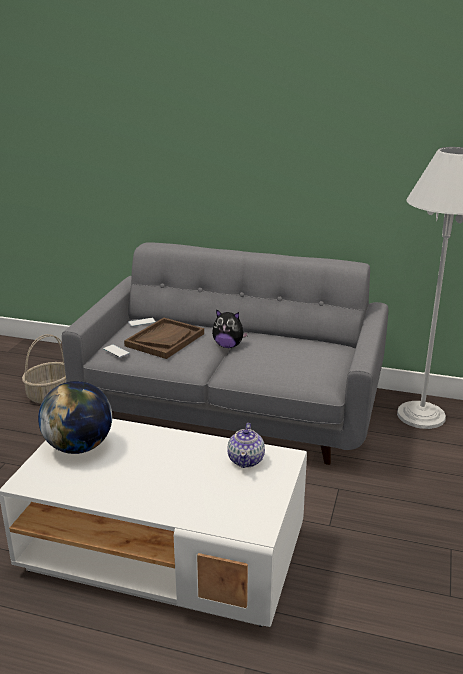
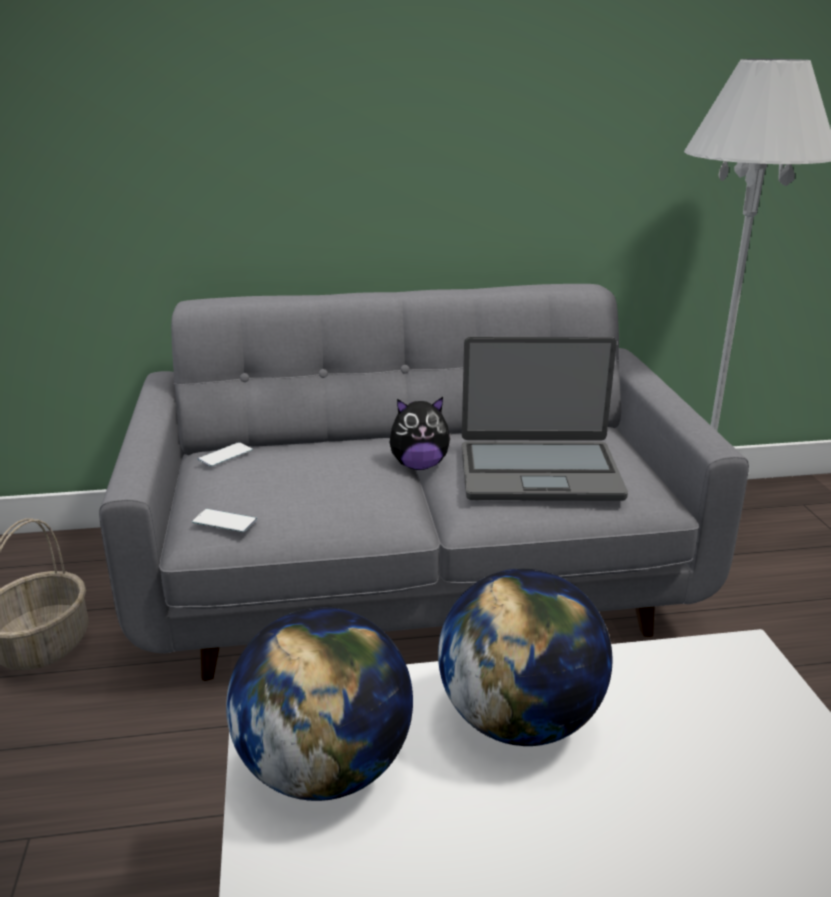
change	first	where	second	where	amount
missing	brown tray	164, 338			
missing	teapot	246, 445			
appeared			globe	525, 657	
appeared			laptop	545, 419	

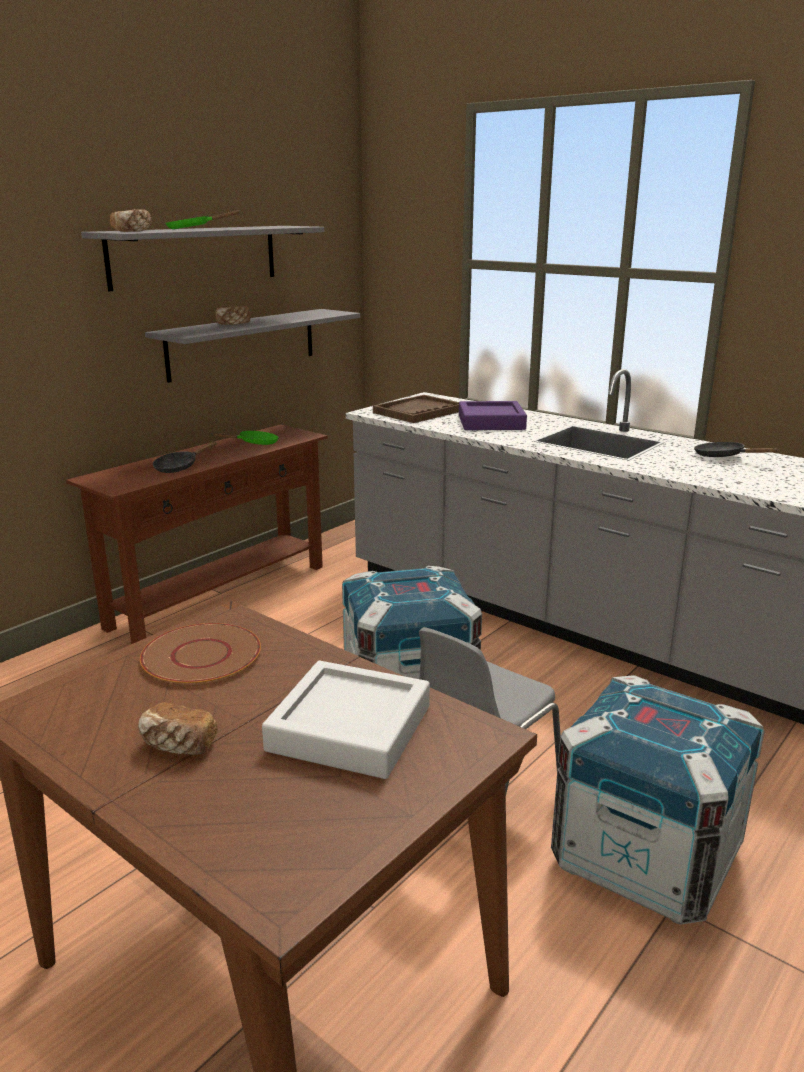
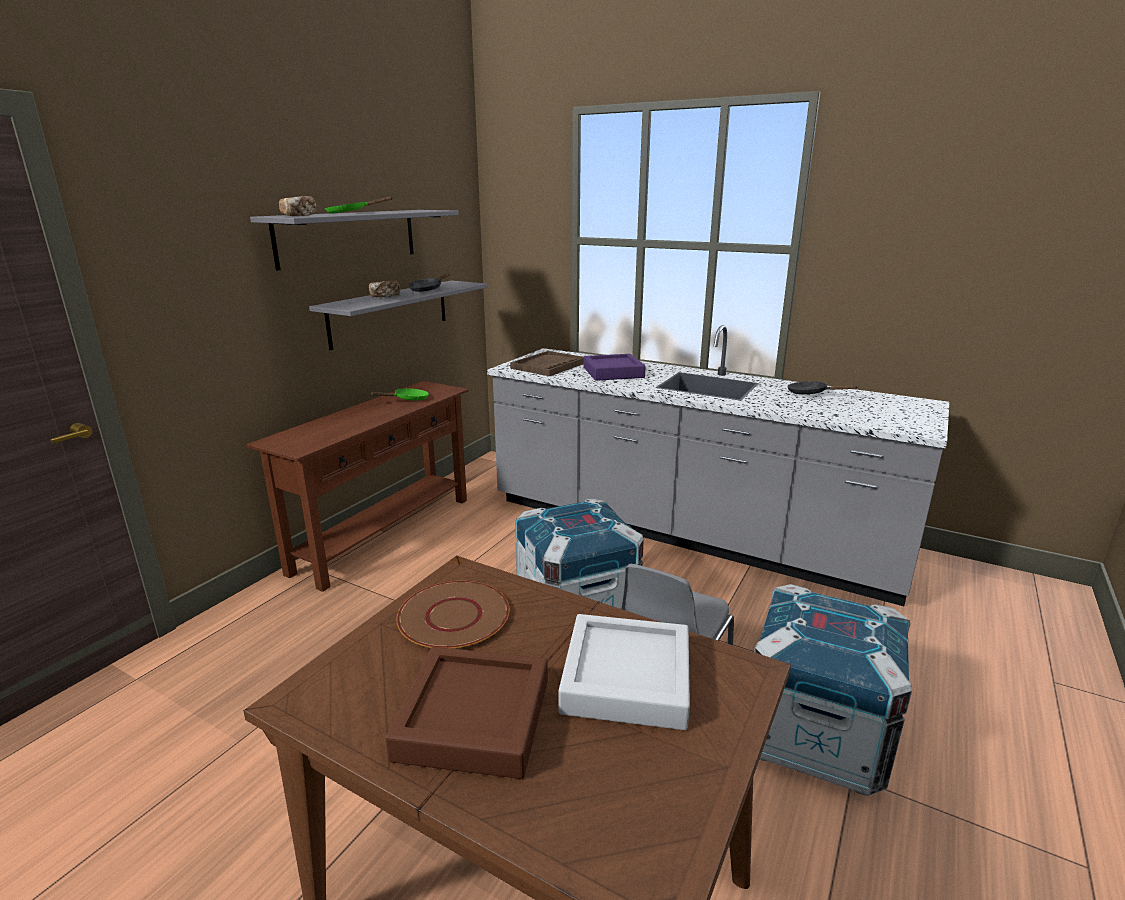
change	first	where	second	where	amount
exchanged	bread	177, 728	brown tray	466, 713	
relocated	black frying pan	185, 457		430, 282	

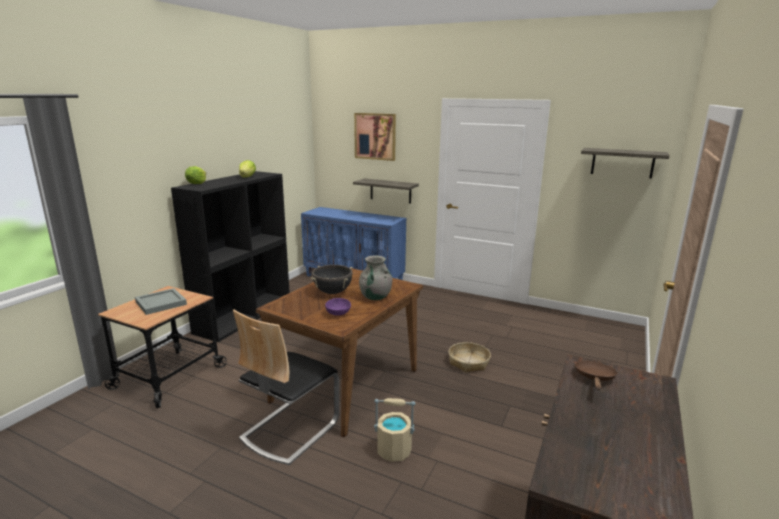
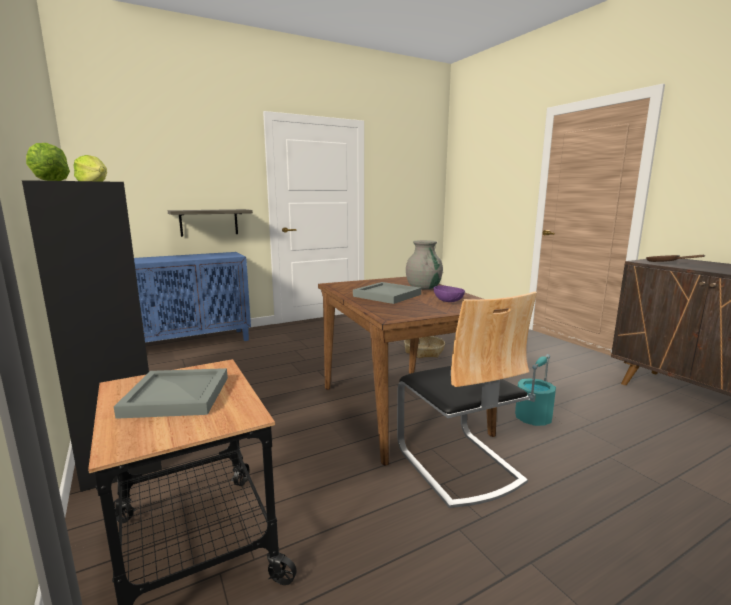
change	first	where	second	where	amount
exchanged	black cooking pot	332, 279	grey tray	387, 293	
missing	picture	375, 137			
colour	beige bucket	394, 430	turquoise bucket	535, 390	
missing	shelf	625, 163			

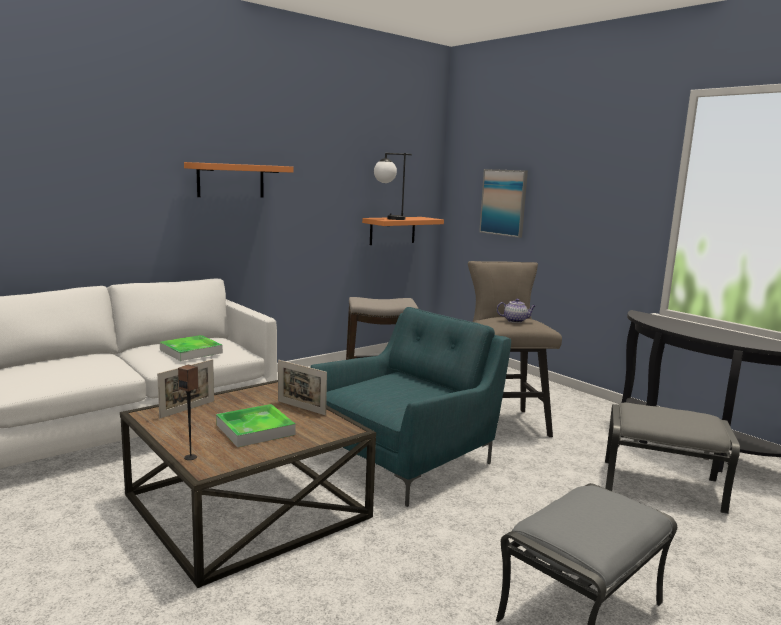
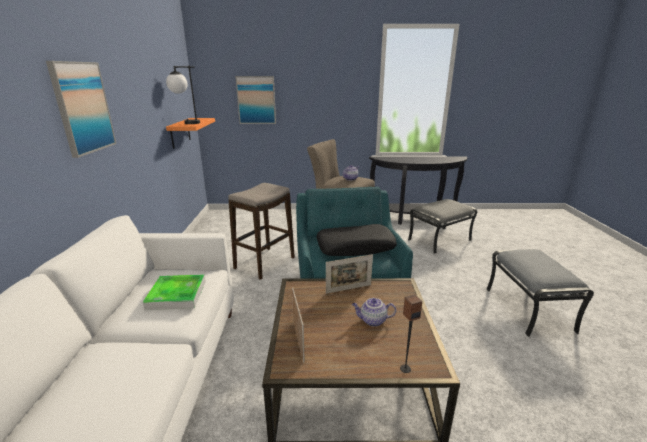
change	first	where	second	where	amount
exchanged	orange shelf	239, 180	picture	81, 109	
exchanged	tray	256, 425	teapot	374, 312	
appeared			black pillow	356, 240	

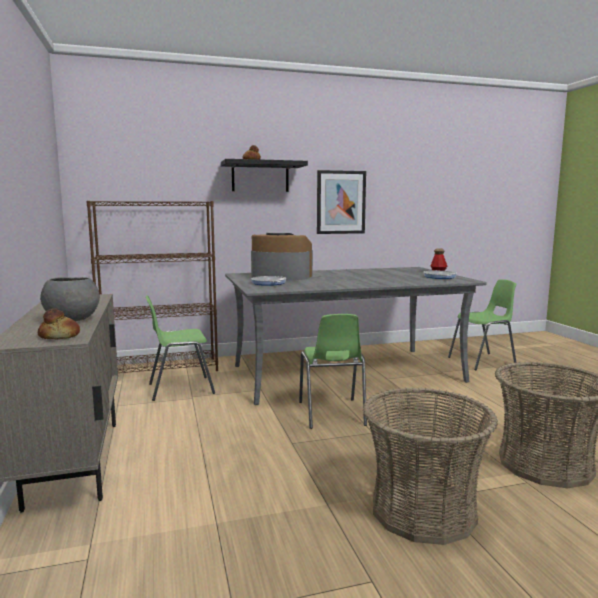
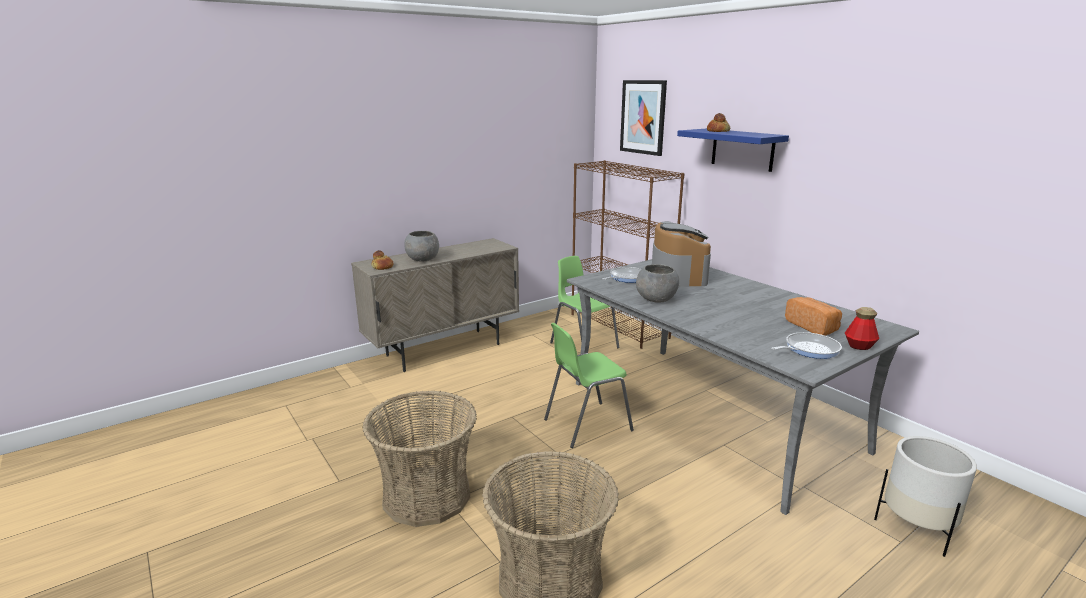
change	first	where	second	where	amount
colour	black shelf	264, 175	blue shelf	733, 150	
relocated	picture	341, 202		643, 118	
exchanged	green chair	482, 324	white planter	925, 496	
appeared			grey bowl	657, 283	
appeared			bread	813, 316	

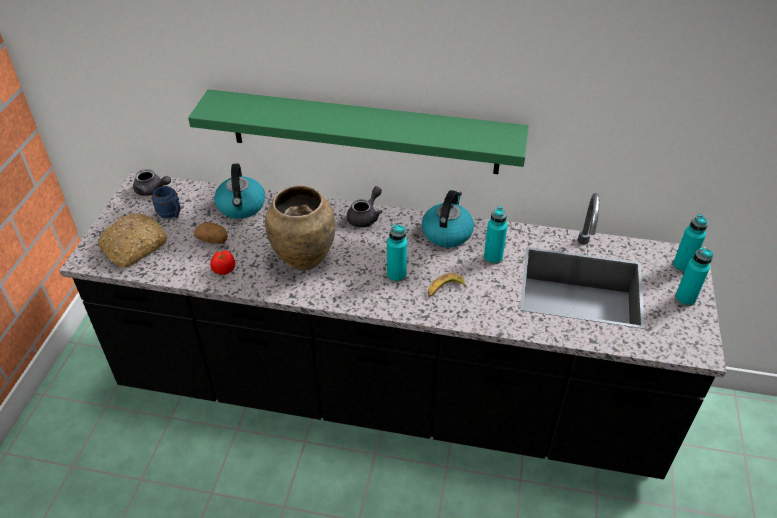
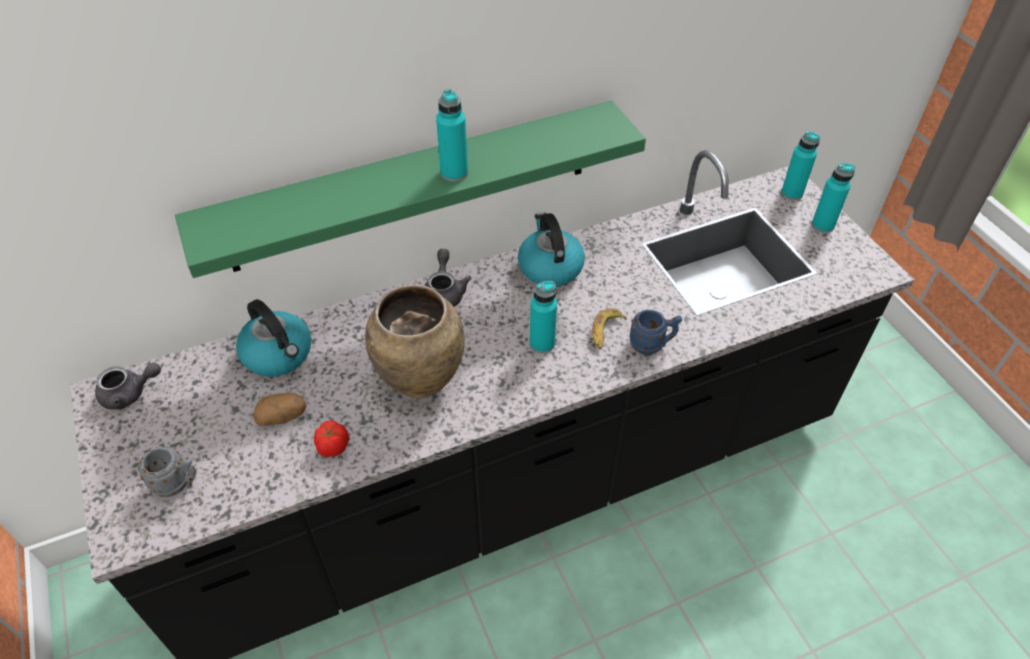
change	first	where	second	where	amount
exchanged	bread	132, 240	grey mug	167, 472	
relocated	blue mug	166, 202		656, 332	
relocated	turquoise bottle	496, 235		452, 135	

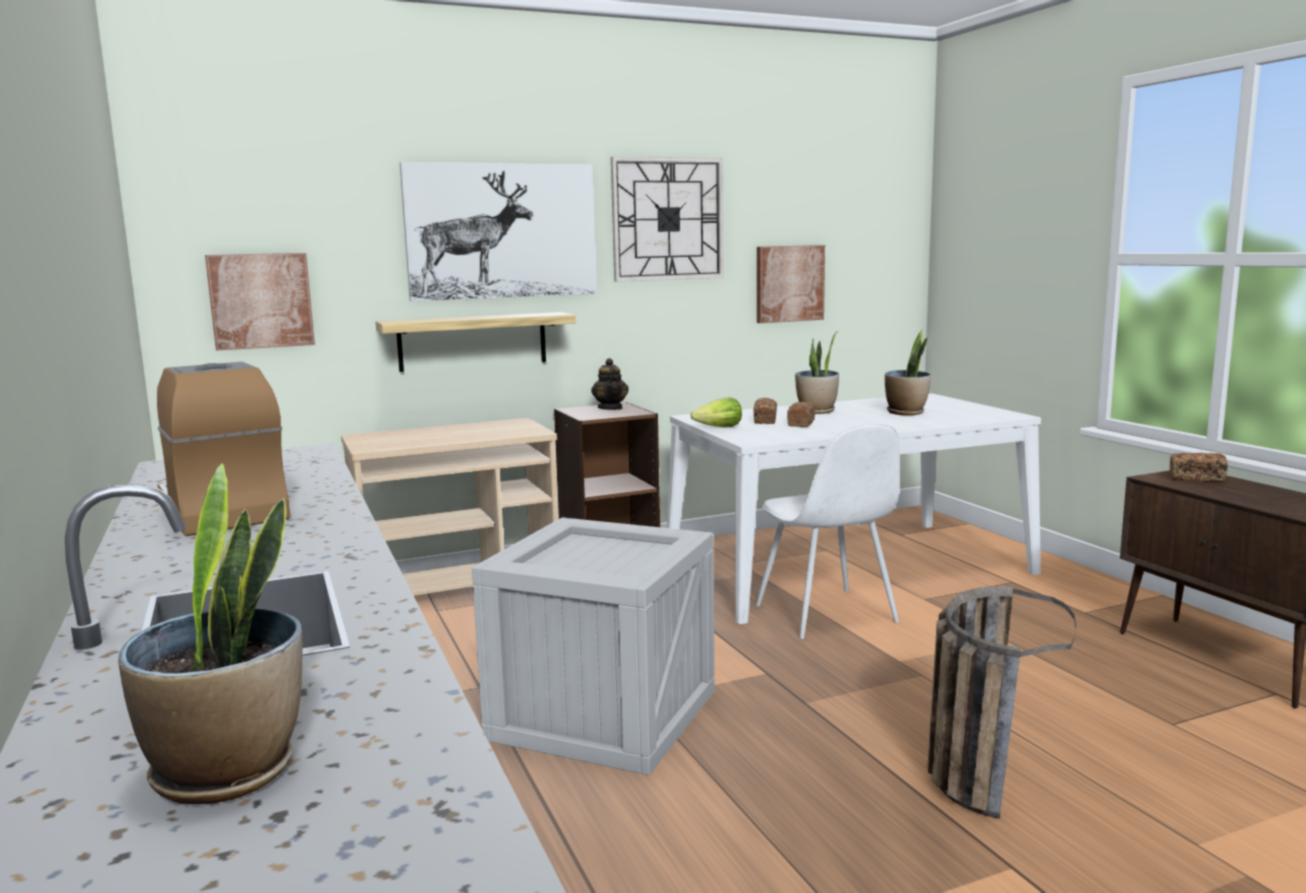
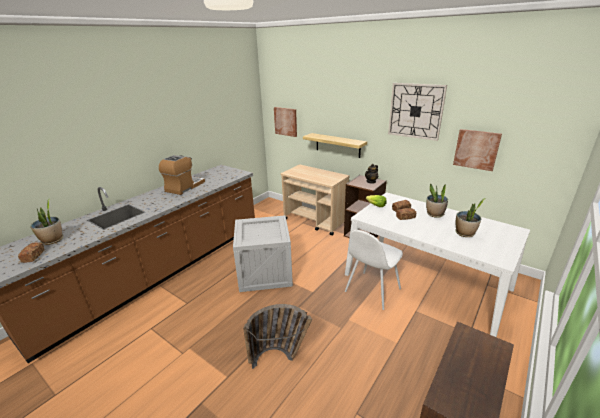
change	first	where	second	where	amount
missing	picture	498, 231			
relocated	bread	1198, 467		31, 252	

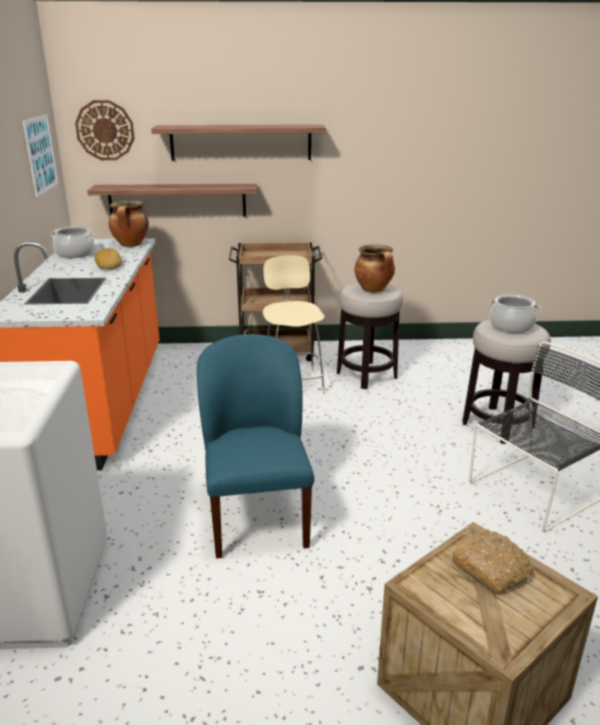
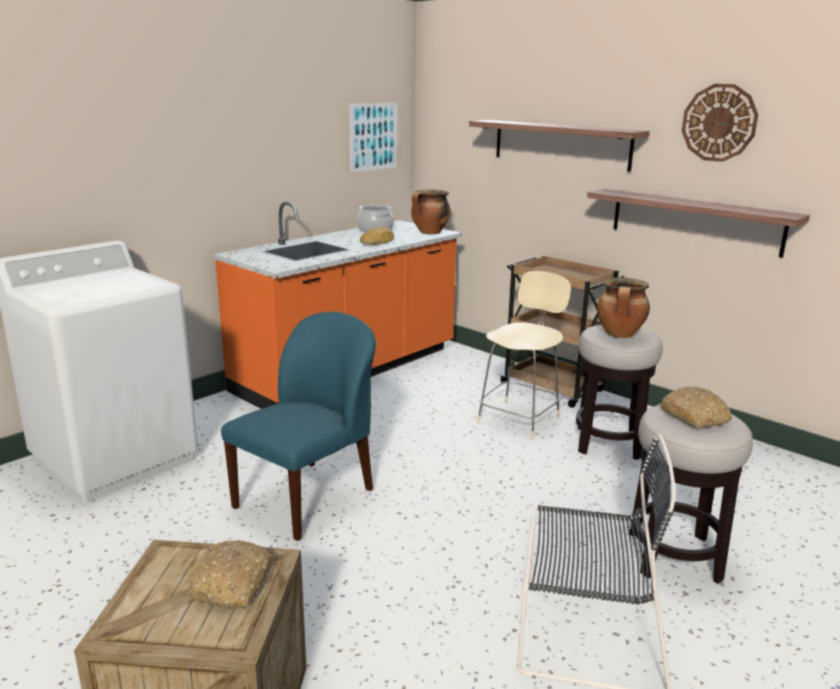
change	first	where	second	where	amount
relocated	wall clock	105, 130		720, 123	
relocated	shelf	172, 200		698, 223	
exchanged	cooking pot	514, 314	bread	696, 407	

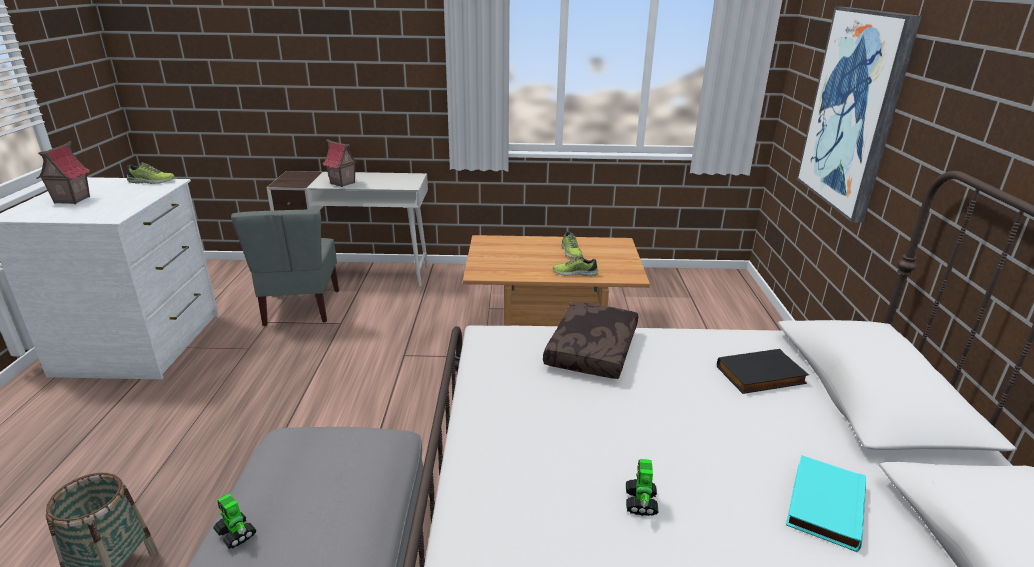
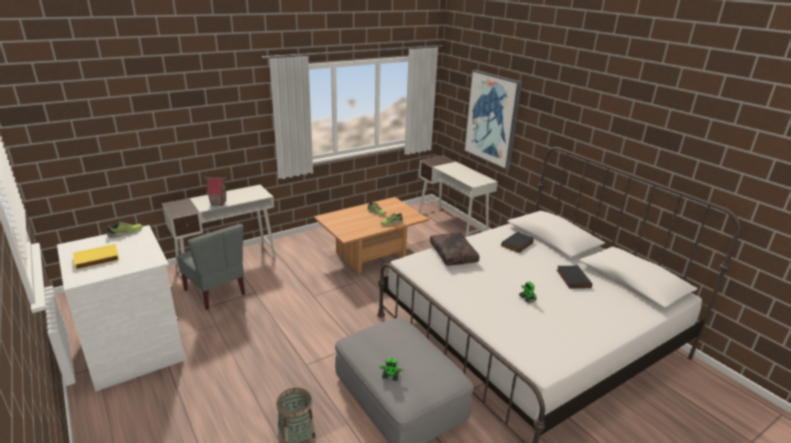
change	first	where	second	where	amount
exchanged	toy house	63, 172	yellow book	96, 257	
colour	turquoise book	826, 503	black book	574, 276	
appeared			white desk	458, 196	

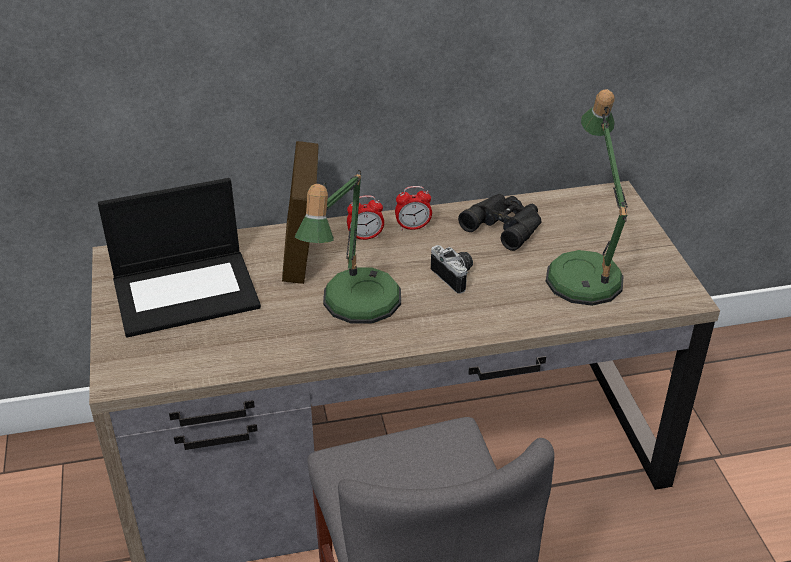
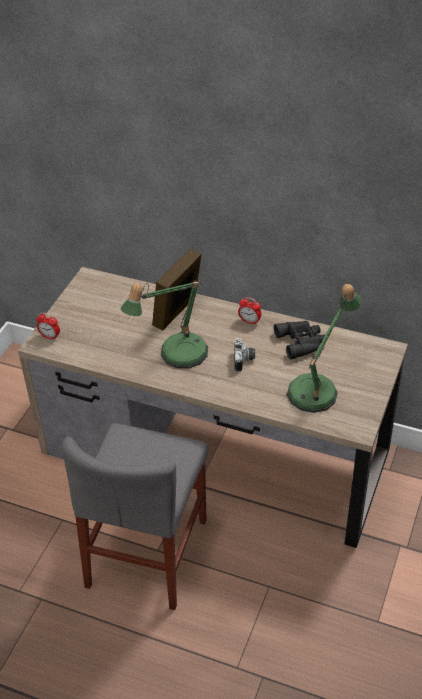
change	first	where	second	where	amount
missing	laptop	179, 257			
relocated	alarm clock	365, 217		48, 326	

